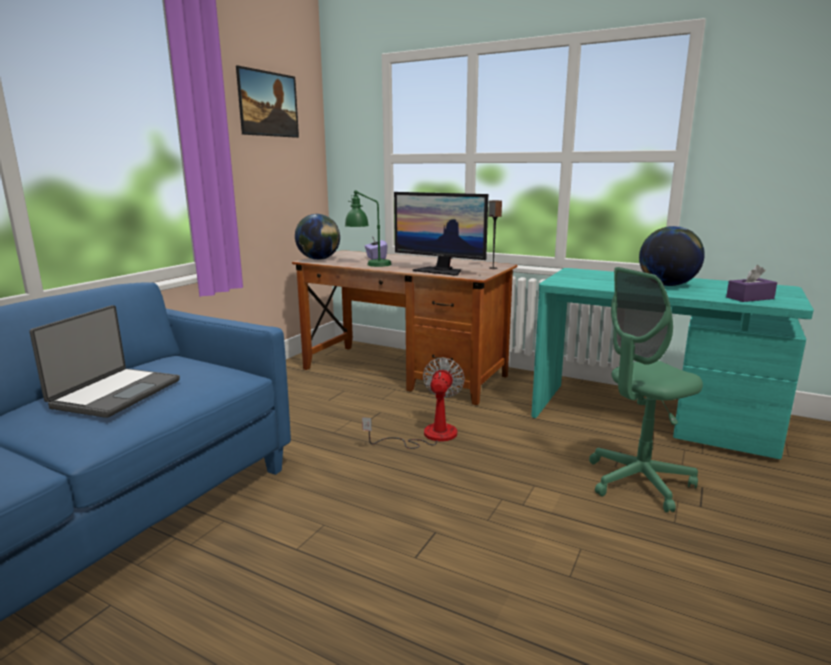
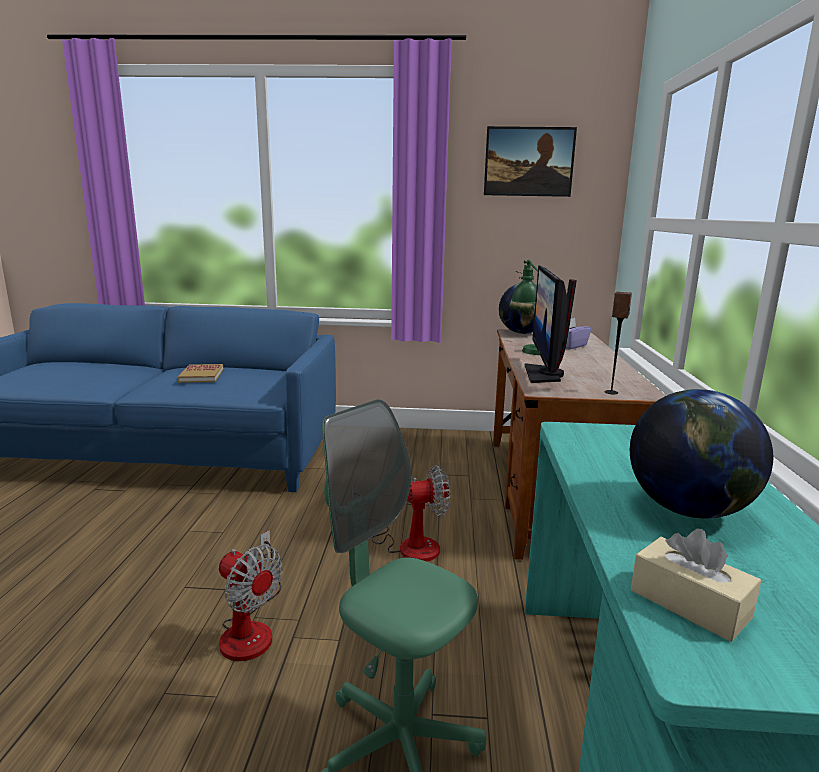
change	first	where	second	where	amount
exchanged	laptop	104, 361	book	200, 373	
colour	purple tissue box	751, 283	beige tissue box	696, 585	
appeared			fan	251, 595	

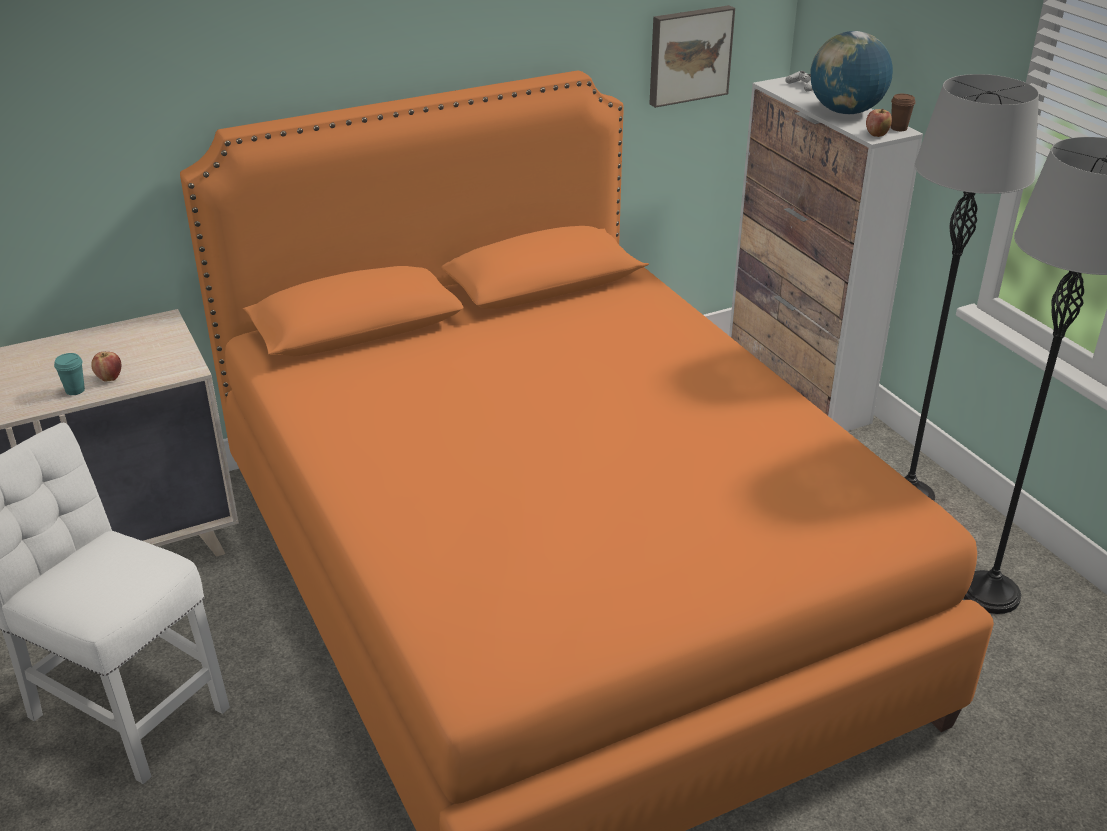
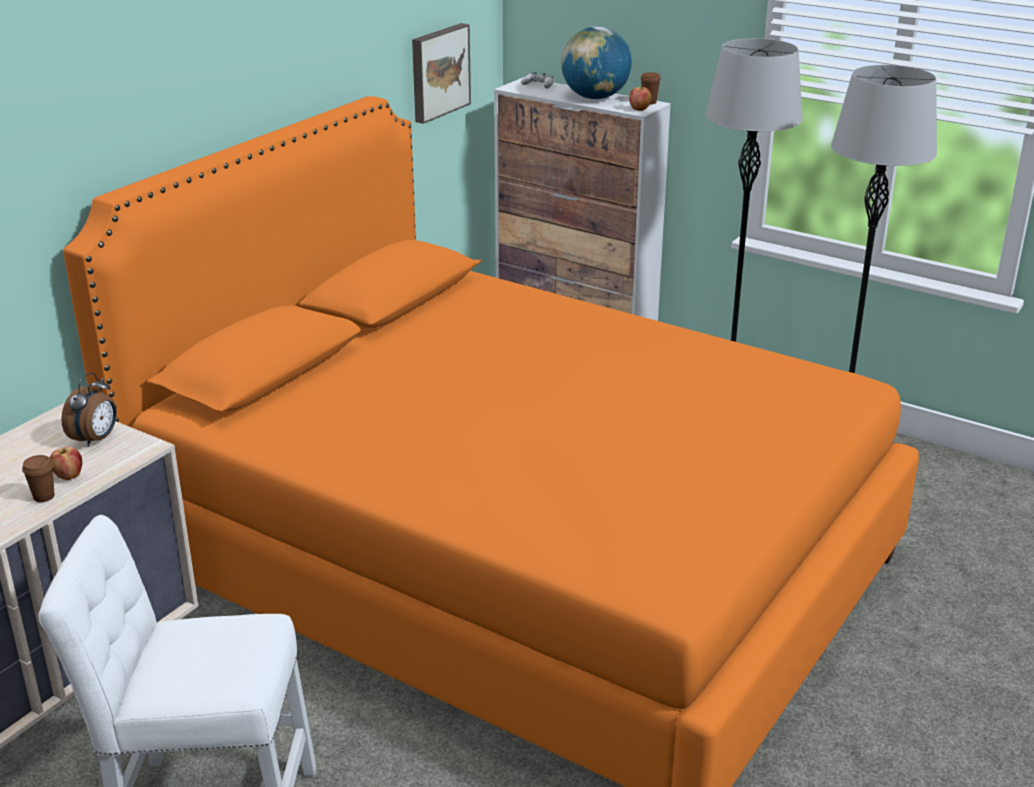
change	first	where	second	where	amount
colour	turquoise cup	69, 374	brown cup	38, 478	
appeared			alarm clock	89, 409	

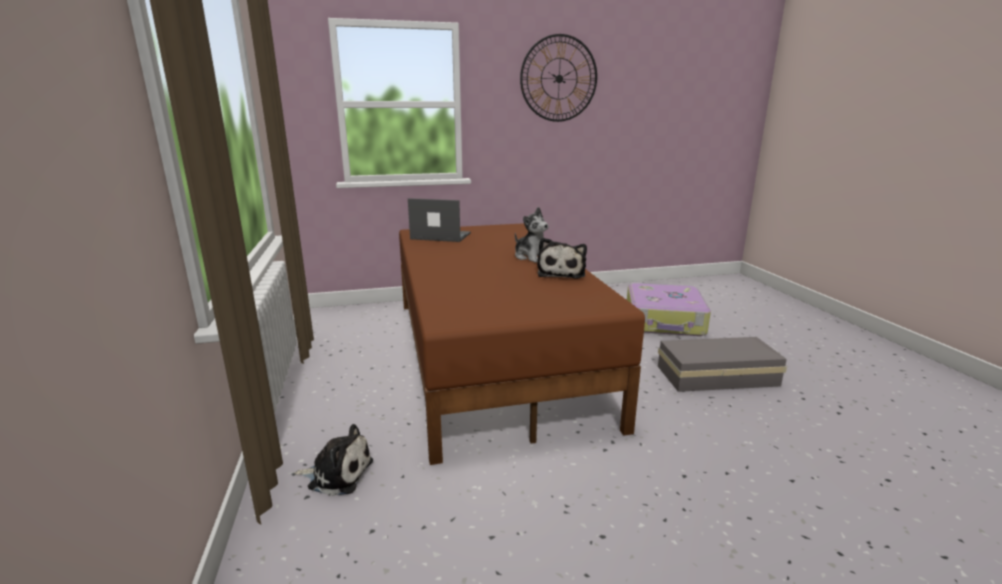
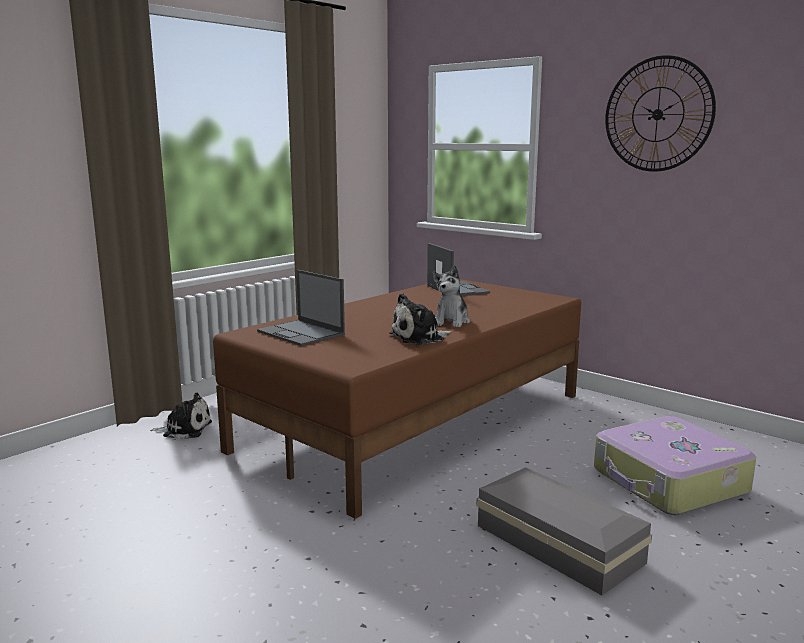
change	first	where	second	where	amount
spun	plush toy	333, 460		181, 416	60 degrees counterclockwise
appeared			laptop	301, 308	

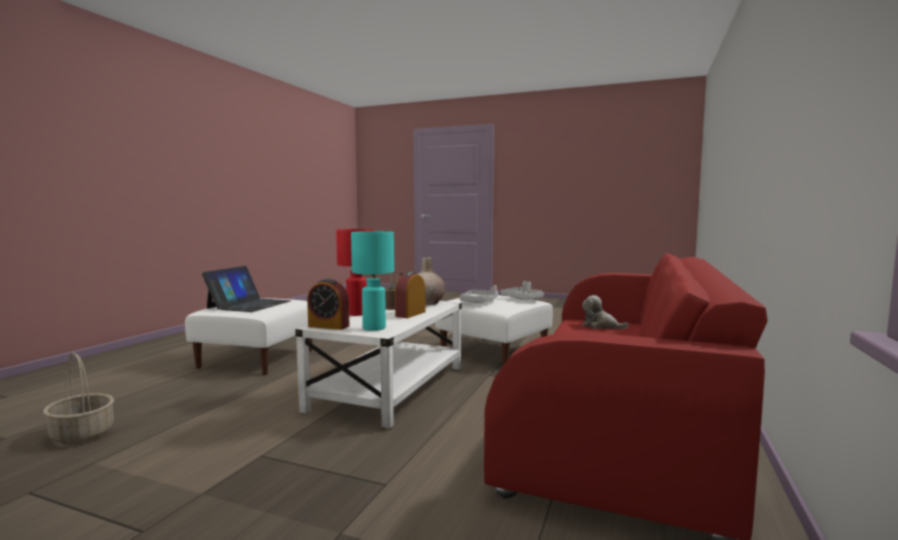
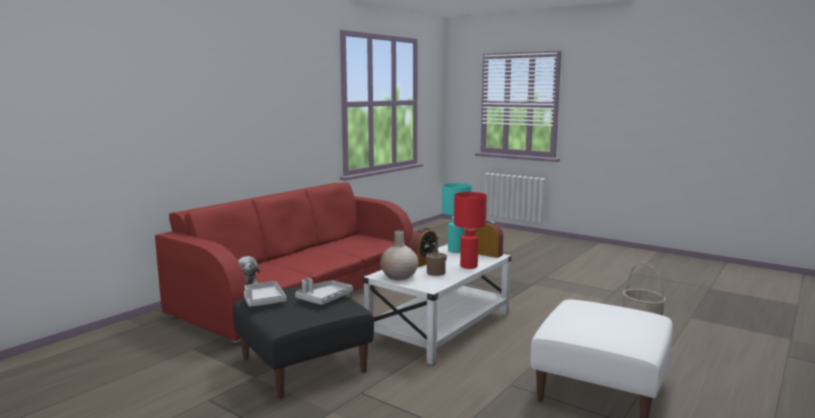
change	first	where	second	where	amount
missing	laptop	246, 289			
colour	white ottoman	494, 330	black ottoman	303, 342	

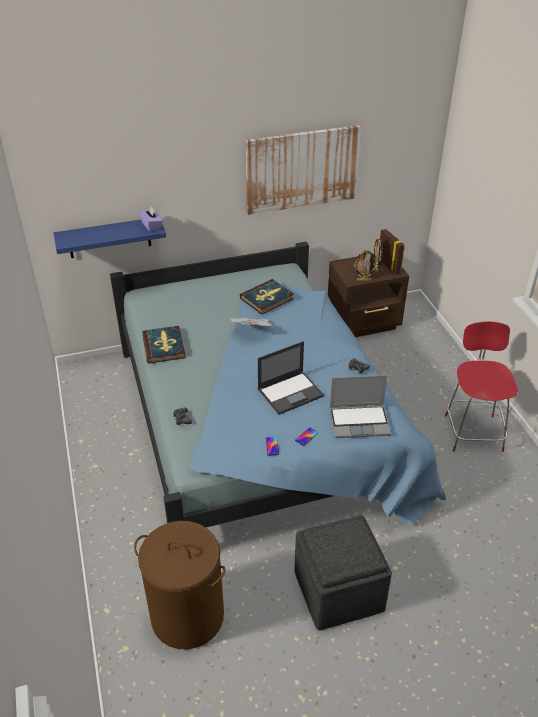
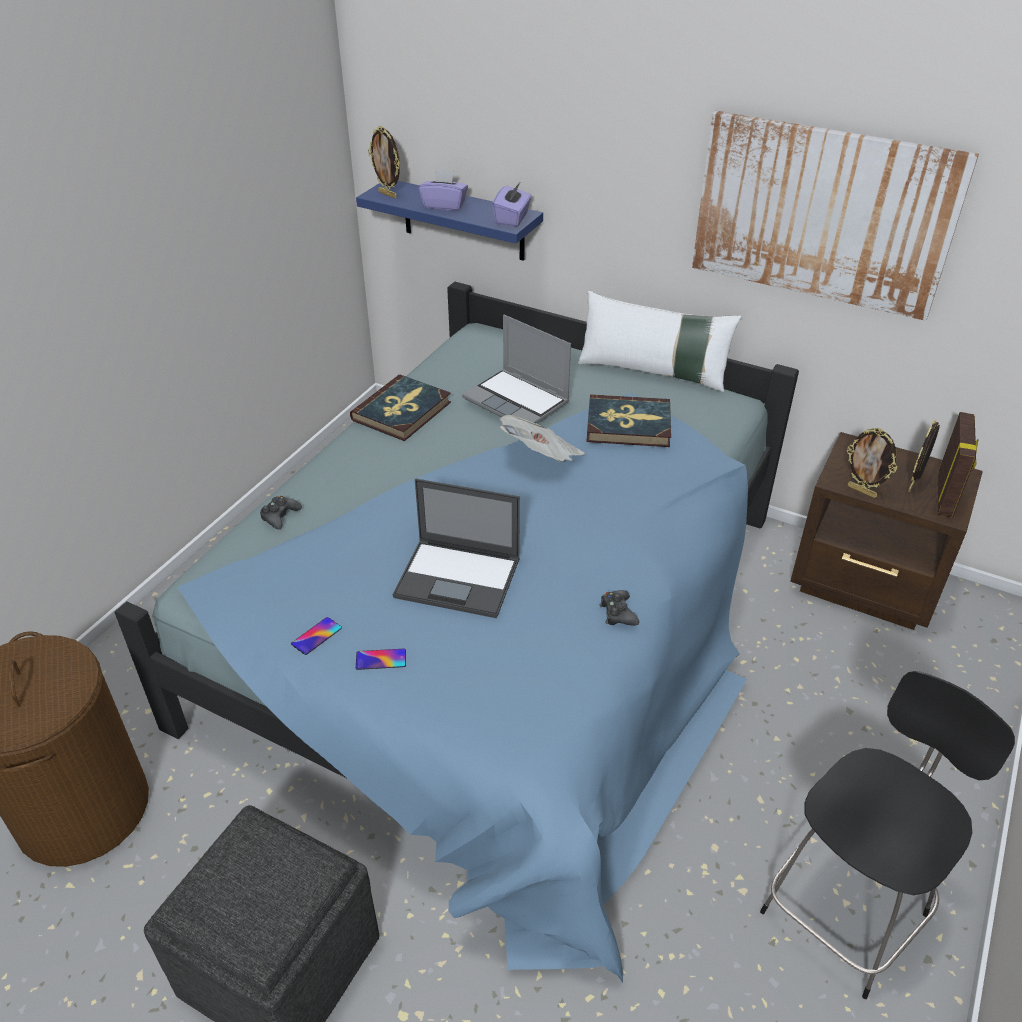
change	first	where	second	where	amount
relocated	laptop	360, 406		516, 369	
colour	red chair	481, 386	black chair	887, 835	
appeared			picture frame	384, 162	
appeared			purple tissue box	443, 190	
appeared			white pillow	659, 341	

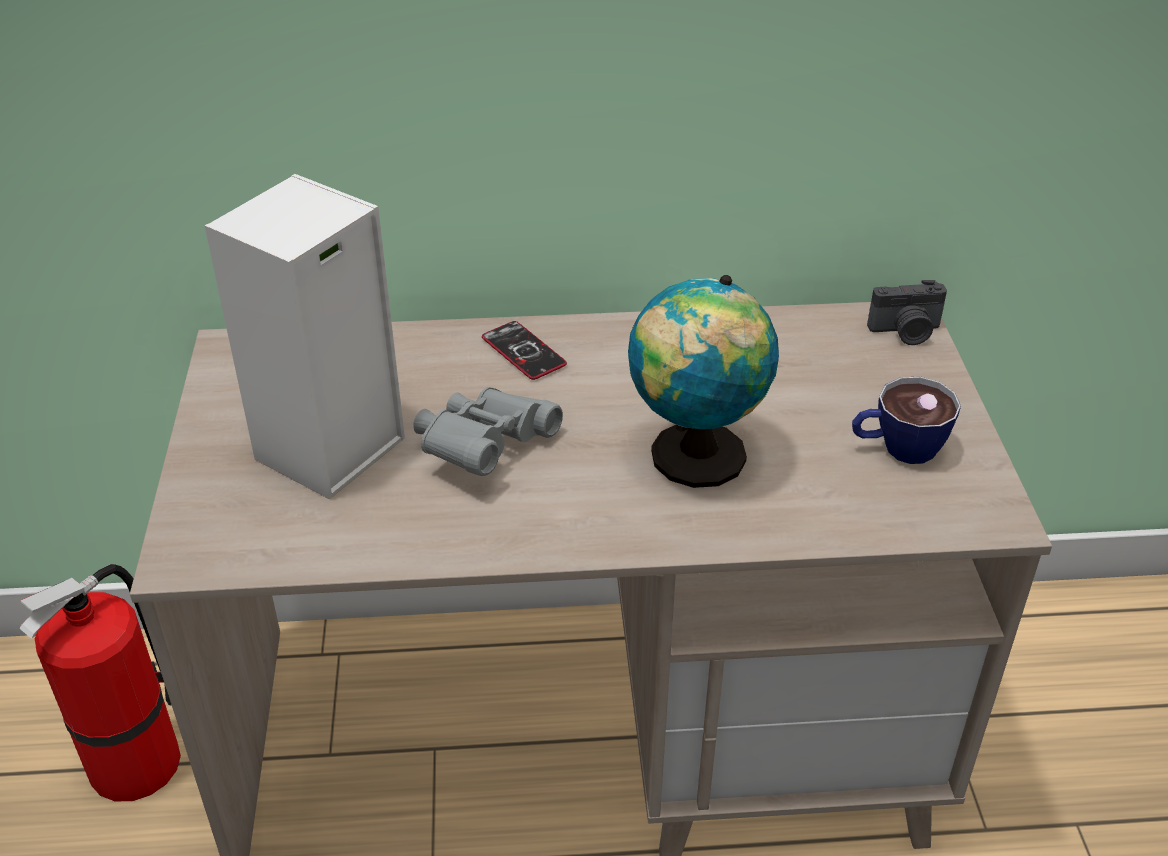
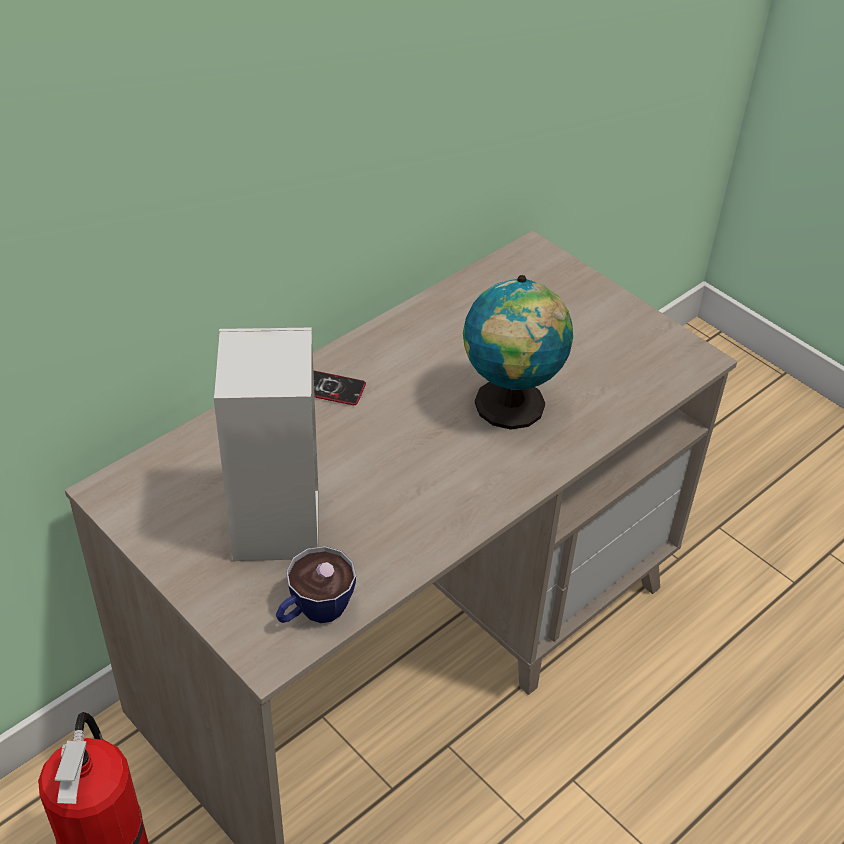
change	first	where	second	where	amount
missing	grey binoculars	488, 431			
relocated	cup	906, 420		316, 584	
missing	photo camera	907, 312			

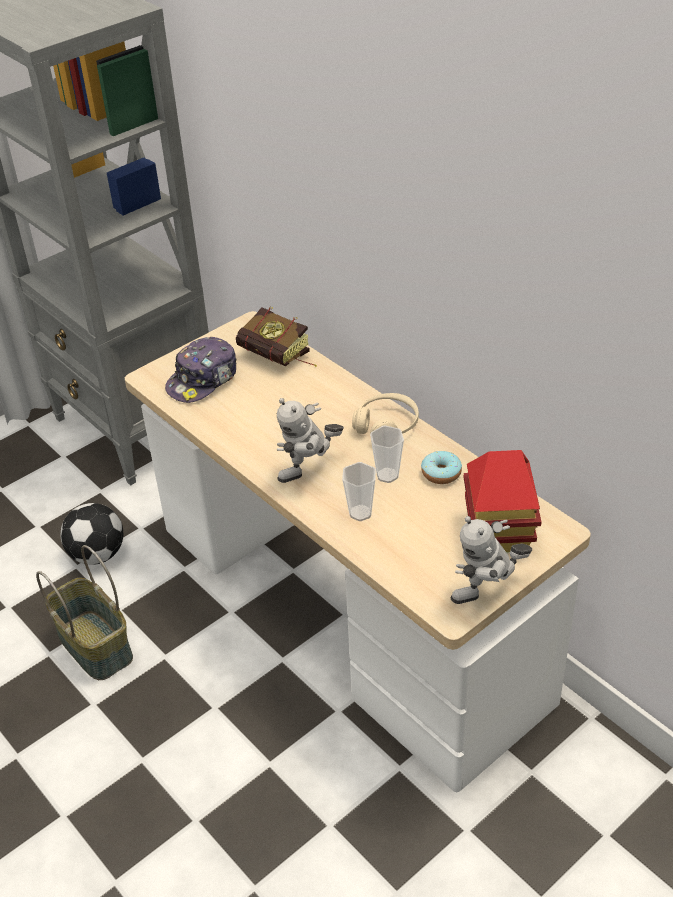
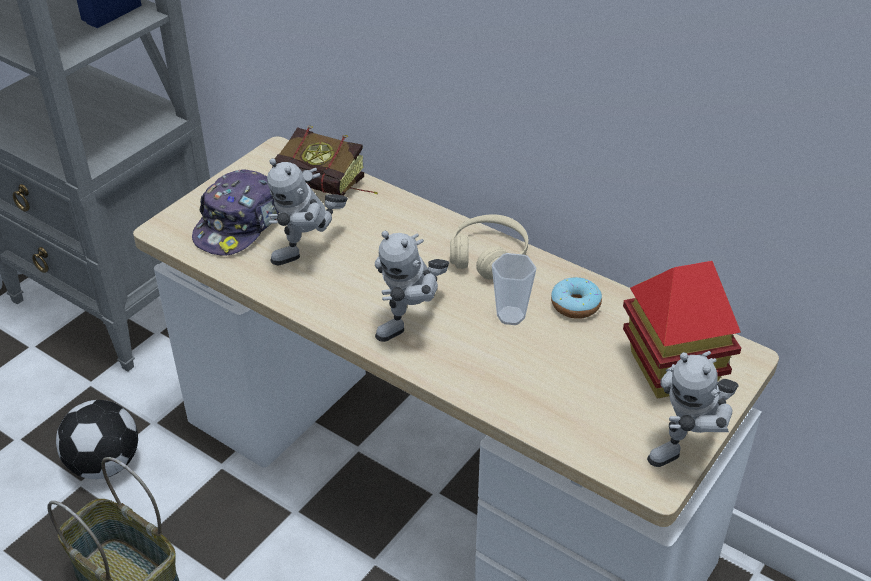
change	first	where	second	where	amount
missing	cup	359, 491			
appeared			toy robot	307, 211	

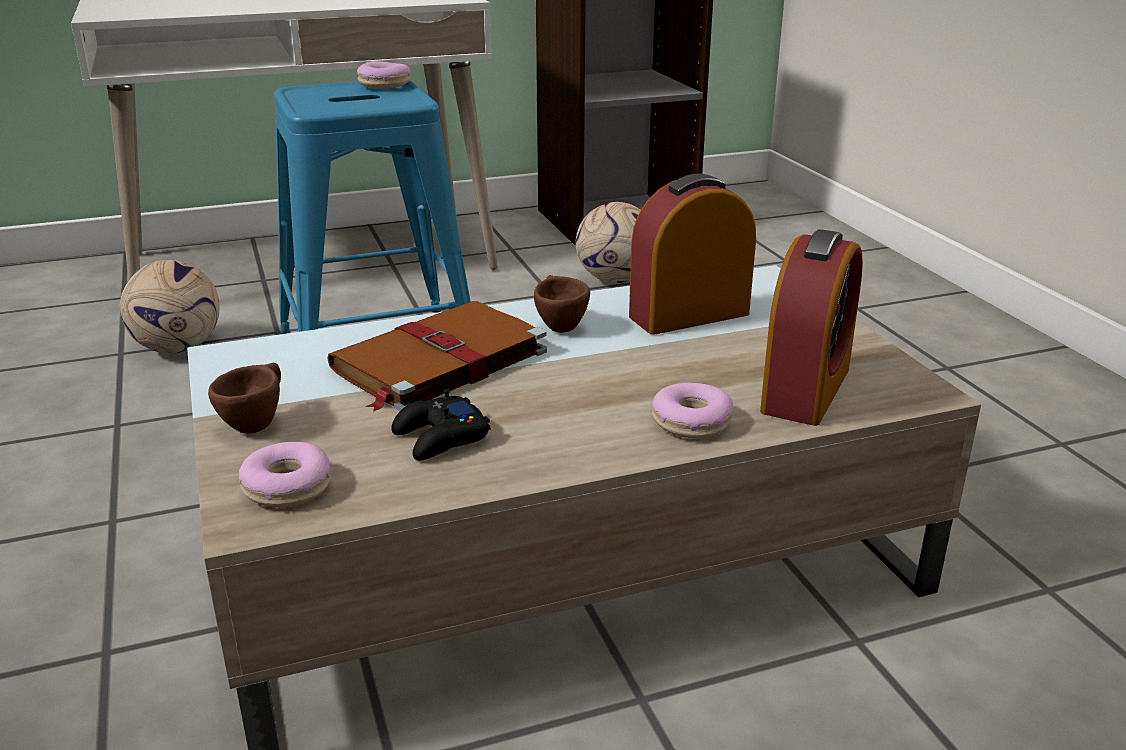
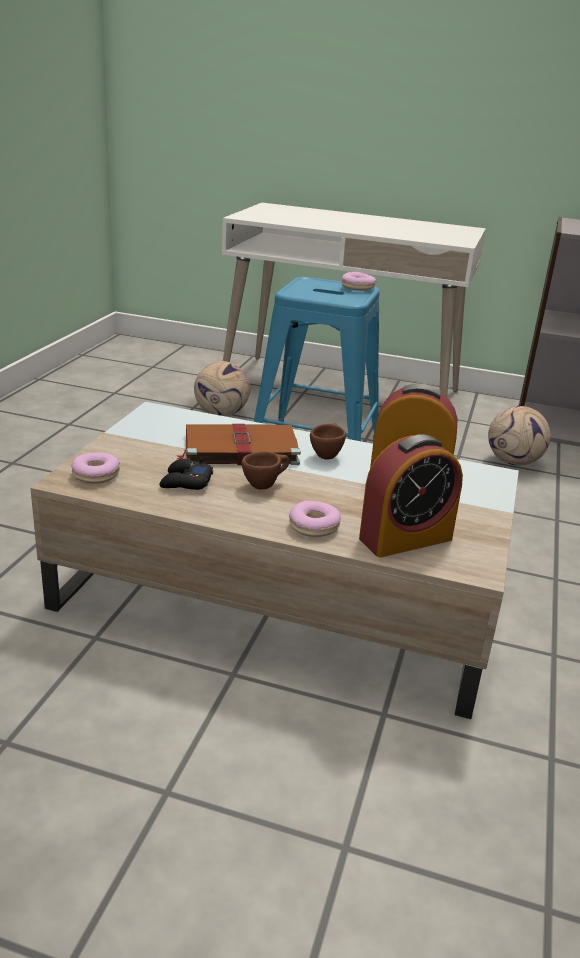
change	first	where	second	where	amount
relocated	brown cup	244, 398		265, 470	

